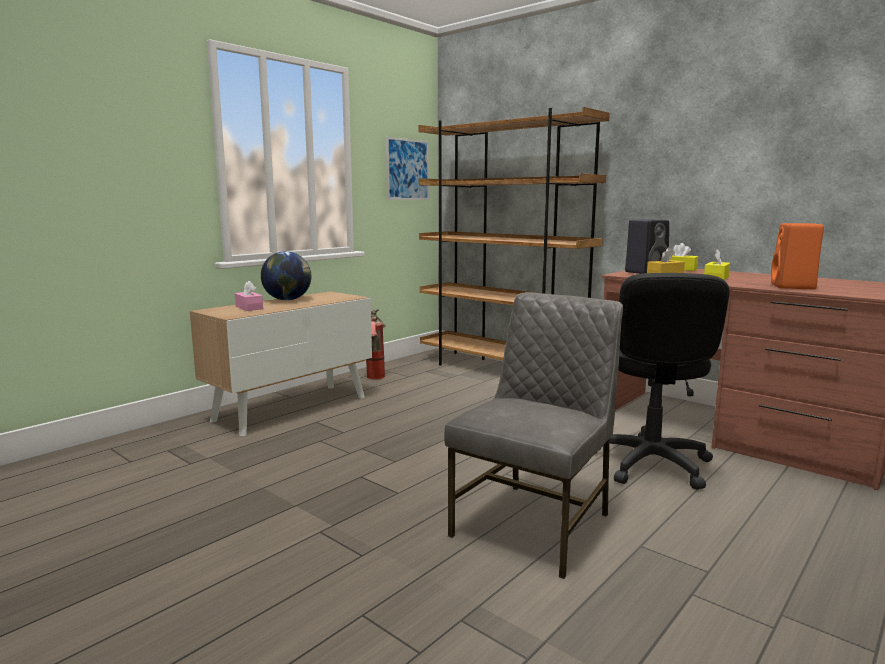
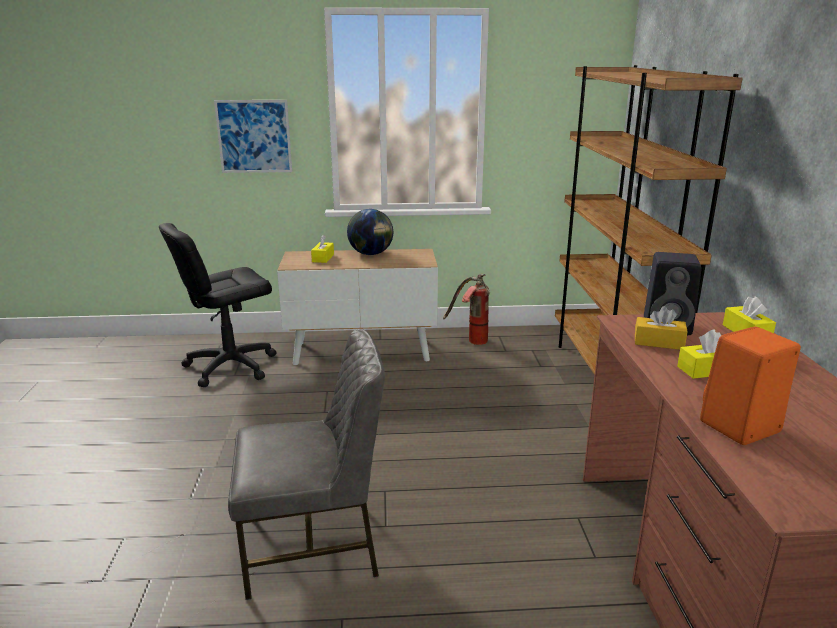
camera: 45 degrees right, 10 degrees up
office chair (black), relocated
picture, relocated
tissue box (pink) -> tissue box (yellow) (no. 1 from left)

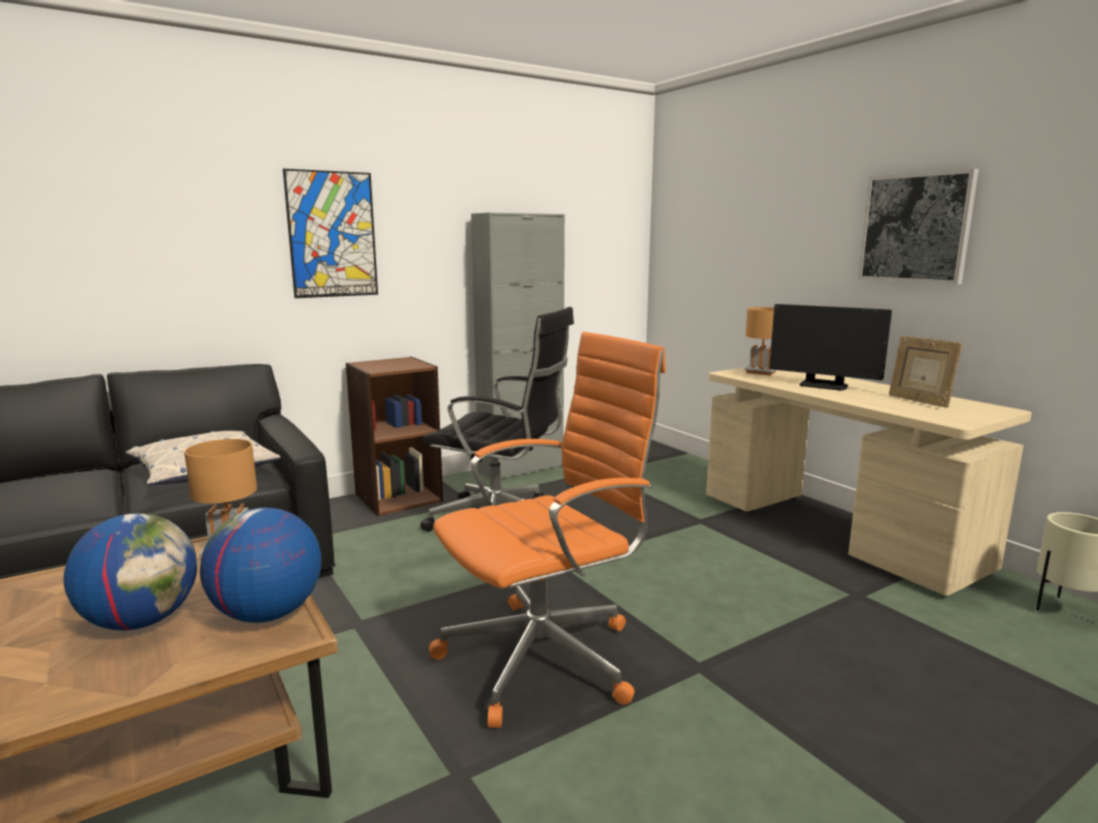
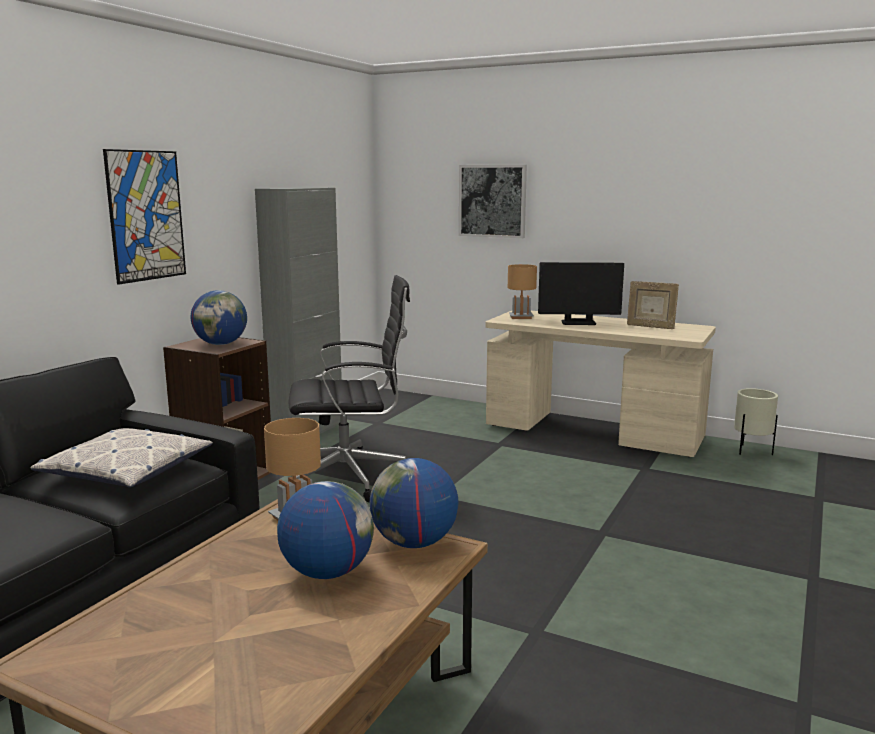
camera: 30 degrees left, 0 degrees up
none -> globe (no. 1 from left)
picture (no. 2 from left), relocated
office chair (orange) -> none

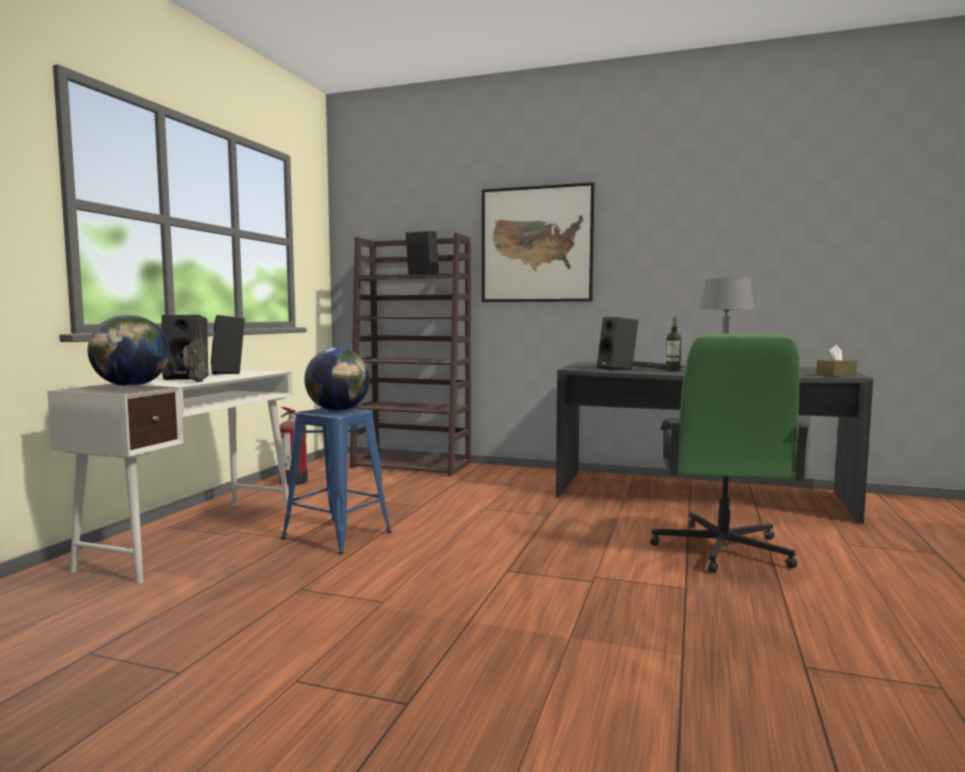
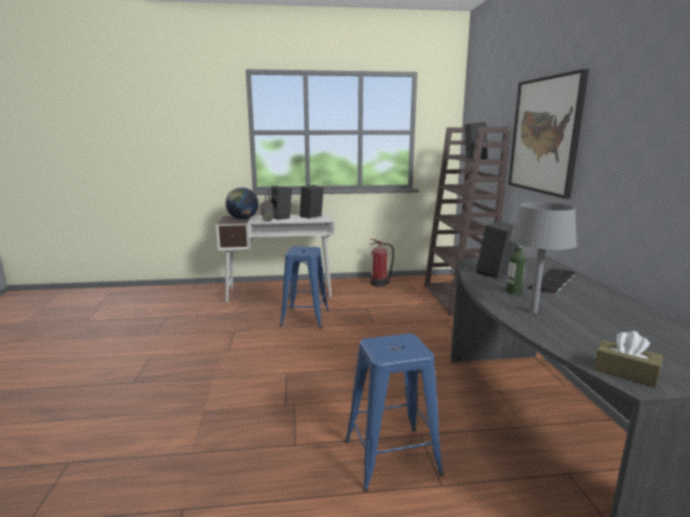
camera: 65 degrees right, 10 degrees up
office chair (green) -> stool (blue) (no. 2 from left)
globe (no. 2 from left) -> none

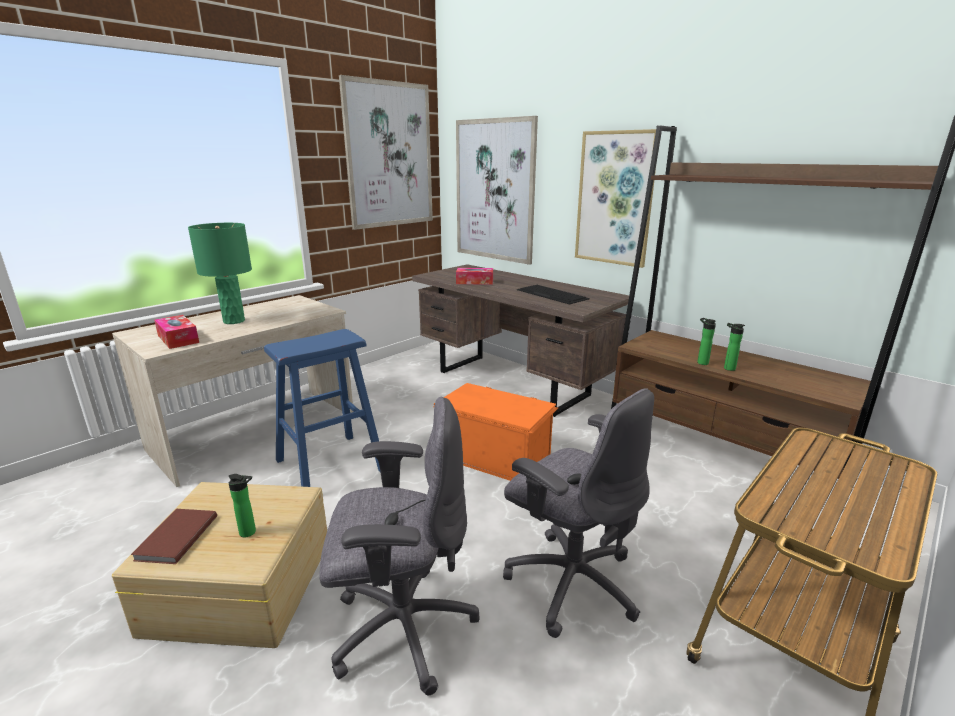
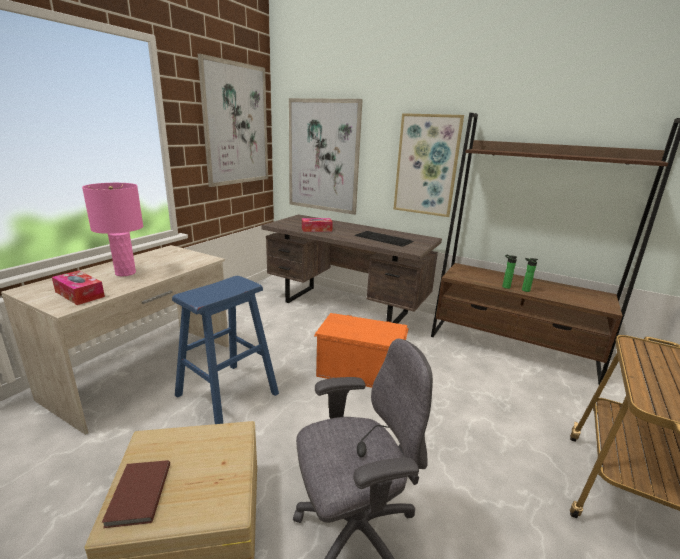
camera: 15 degrees left, 0 degrees up
table lamp (green) -> table lamp (pink)
bottle (no. 1 from left) -> none
office chair (grey) (no. 2 from left) -> none

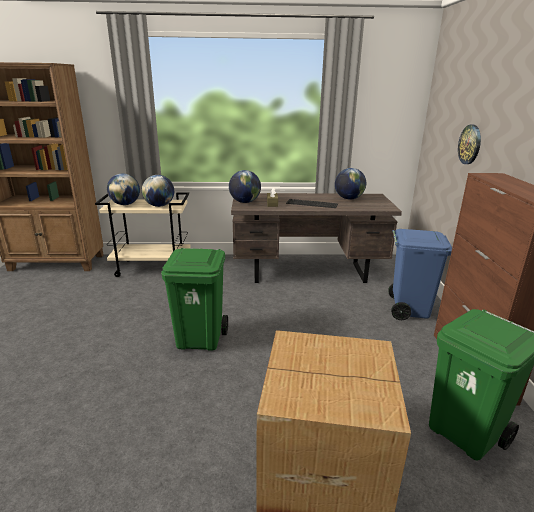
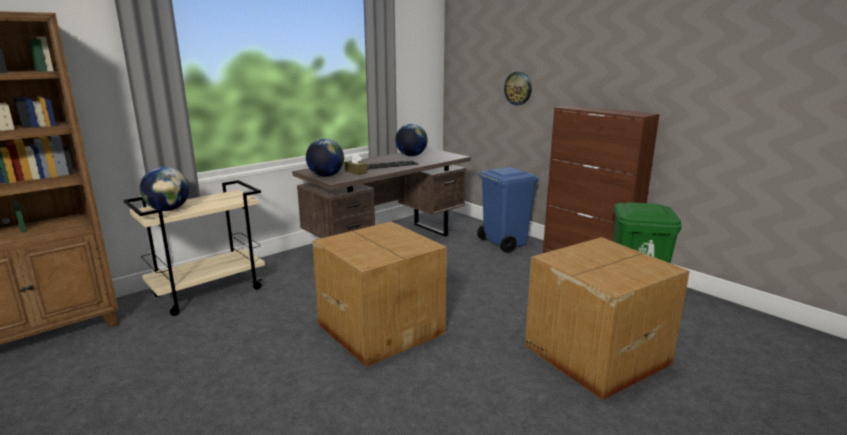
camera: 40 degrees left, 5 degrees down
trash can (green) (no. 1 from left) -> cardboard box (no. 1 from left)
globe (no. 2 from left) -> none

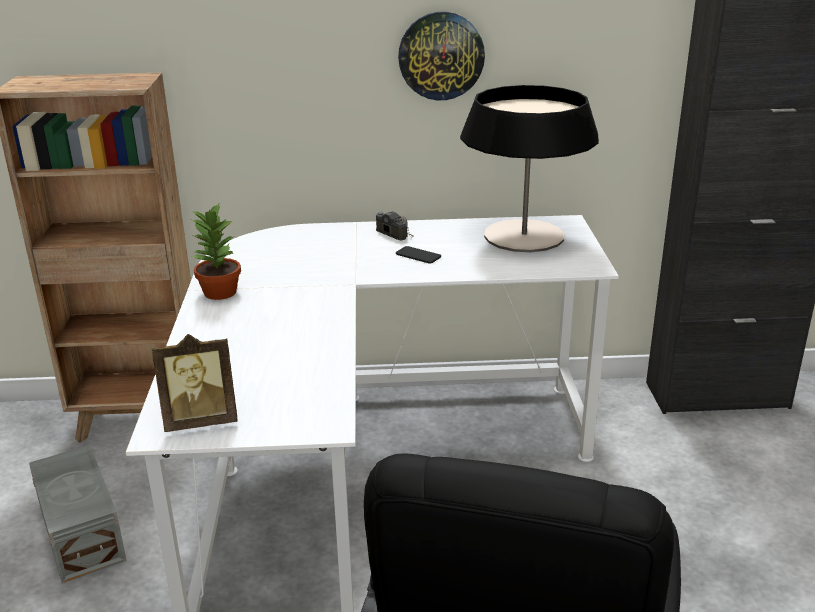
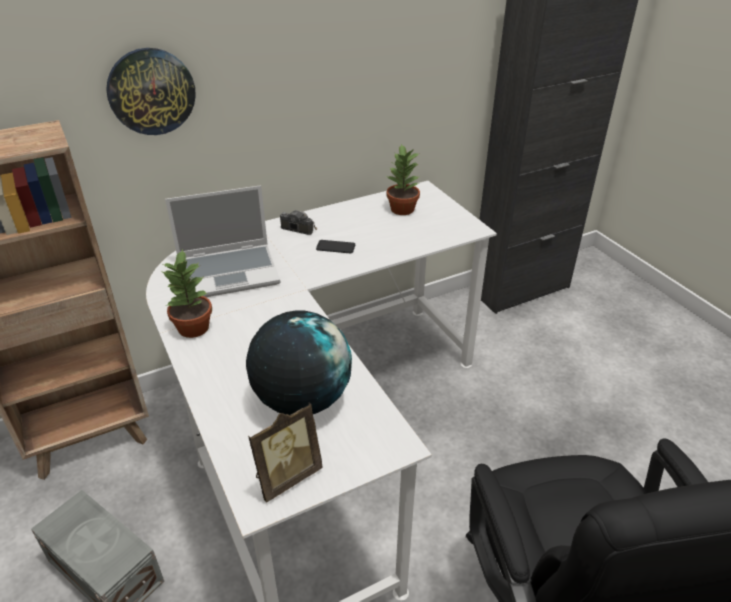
camera: 25 degrees left, 10 degrees up
wall clock, relocated
none -> laptop
none -> globe
table lamp -> potted plant (no. 2 from left)

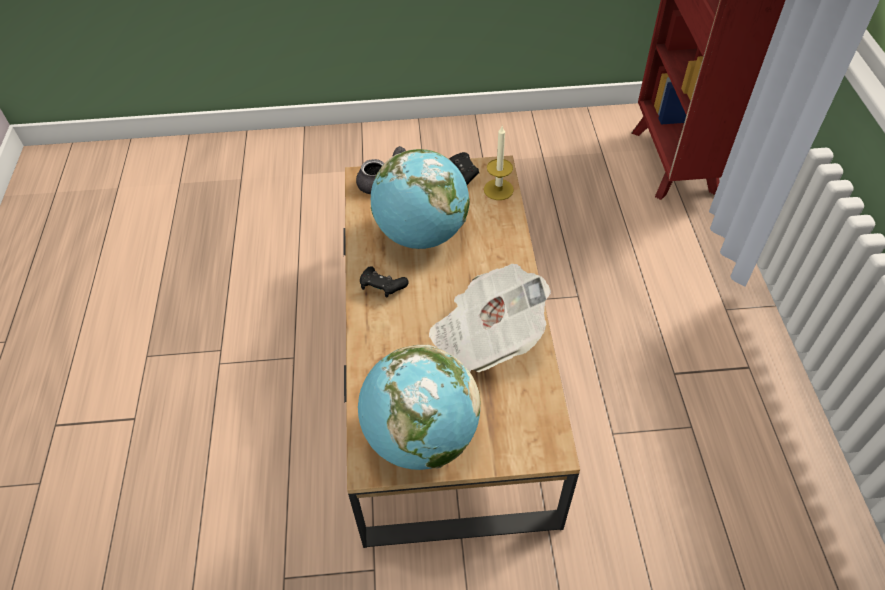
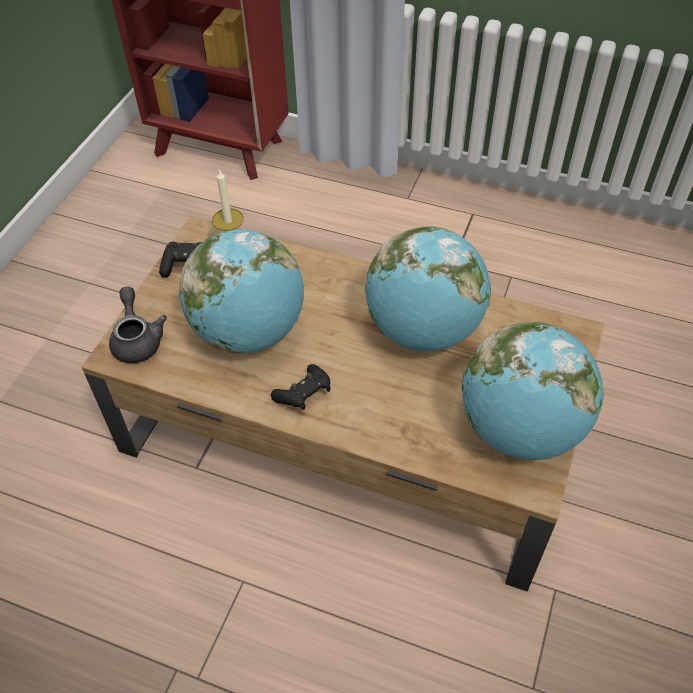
camera: 65 degrees left, 0 degrees up
newspaper -> globe (no. 2 from left)

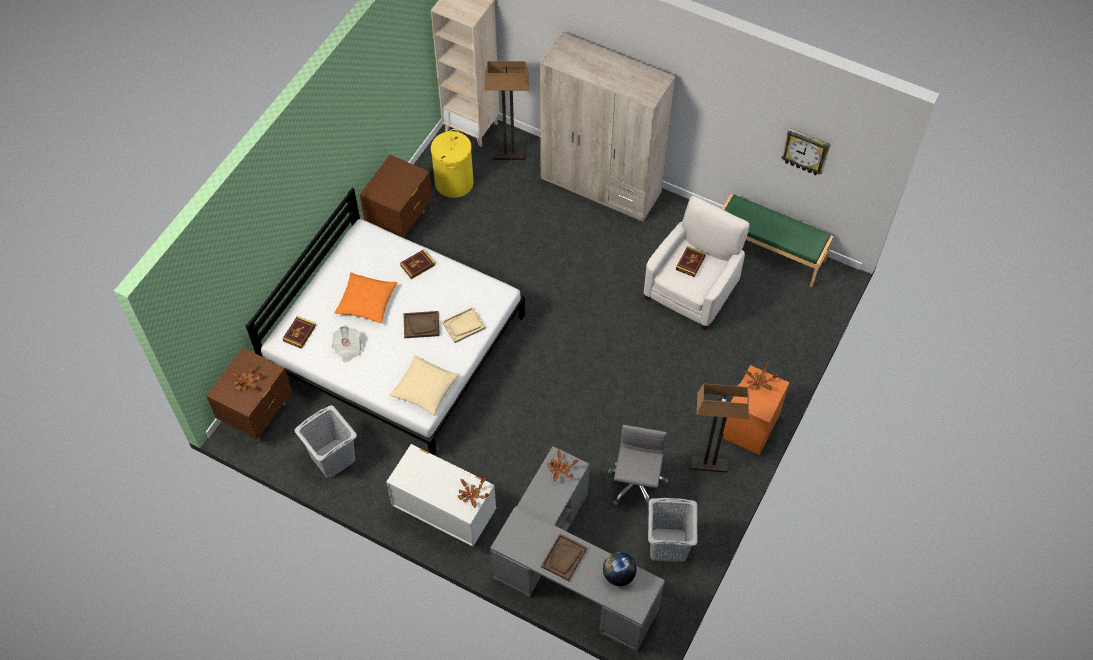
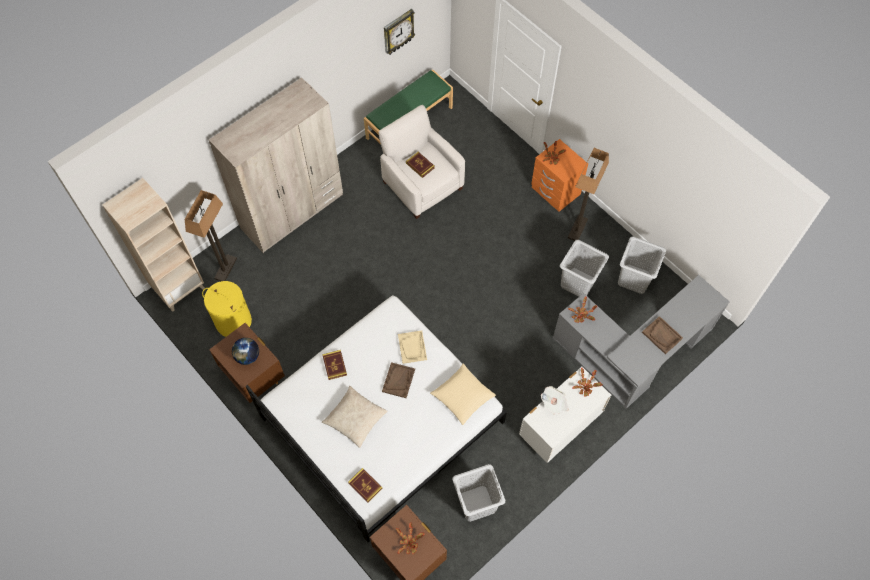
camera: 70 degrees left, 5 degrees up
globe, relocated
pillow (orange) -> pillow (beige) (no. 1 from left)
newspaper, relocated
office chair (grey) -> laundry basket (grey) (no. 2 from left)

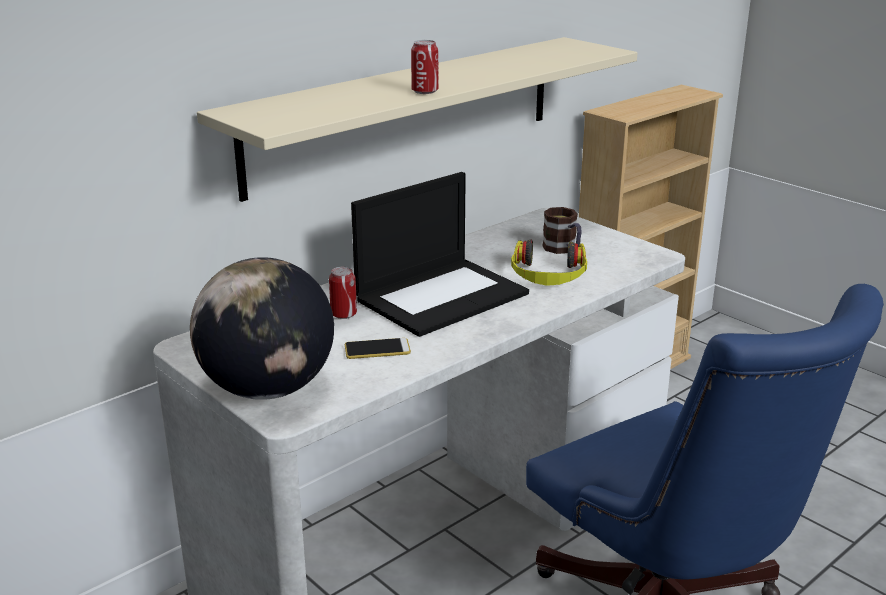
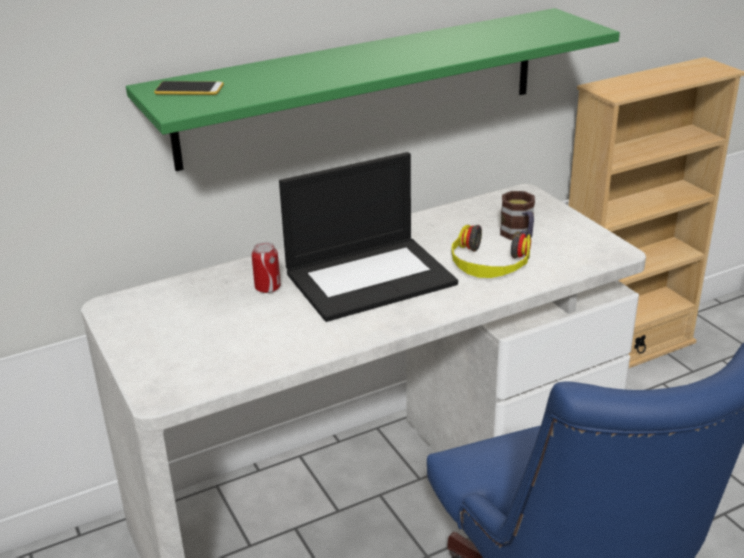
camera: 15 degrees right, 5 degrees up
shelf (beige) -> shelf (green)
phone, relocated
globe -> none
can (no. 2 from left) -> none

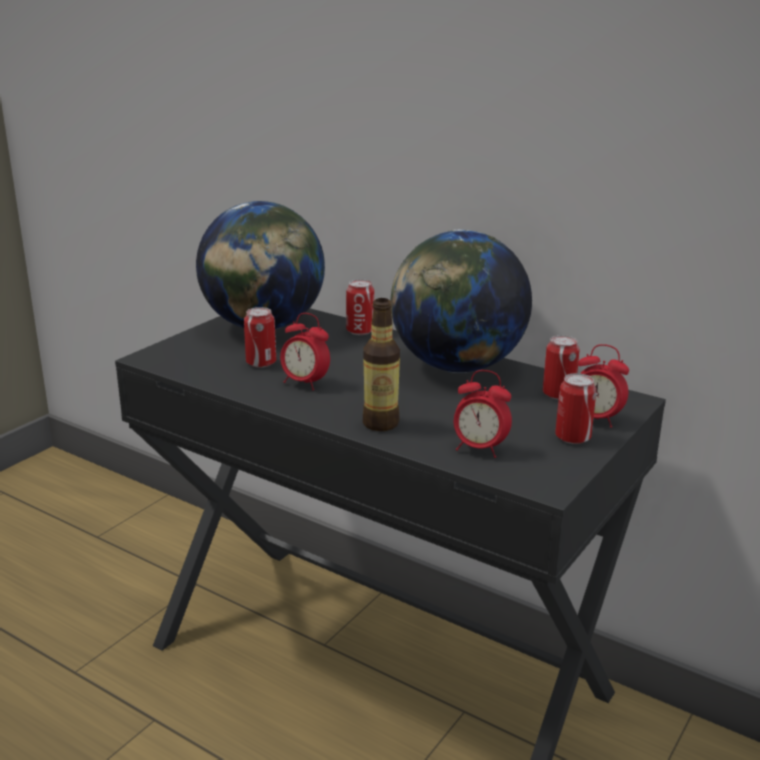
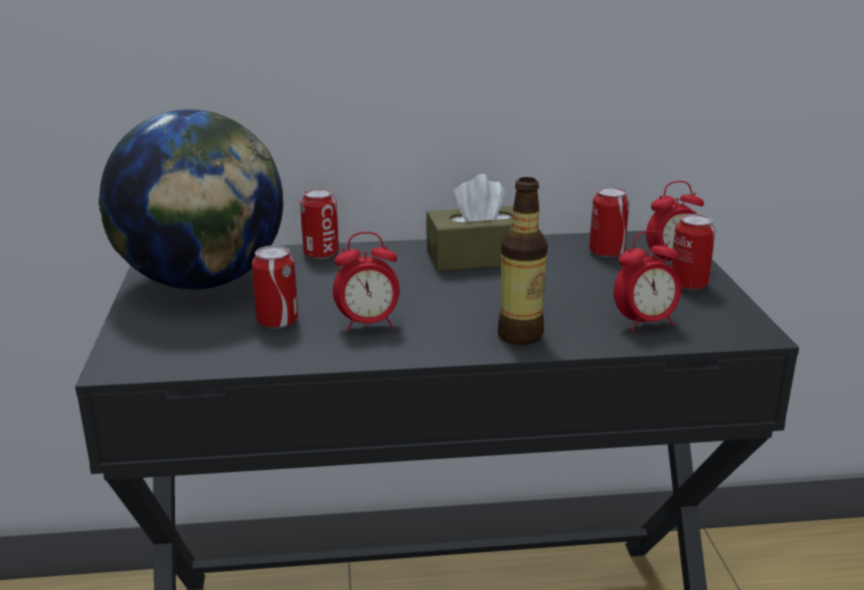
camera: 40 degrees left, 0 degrees up
globe (no. 2 from left) -> tissue box (brown)

